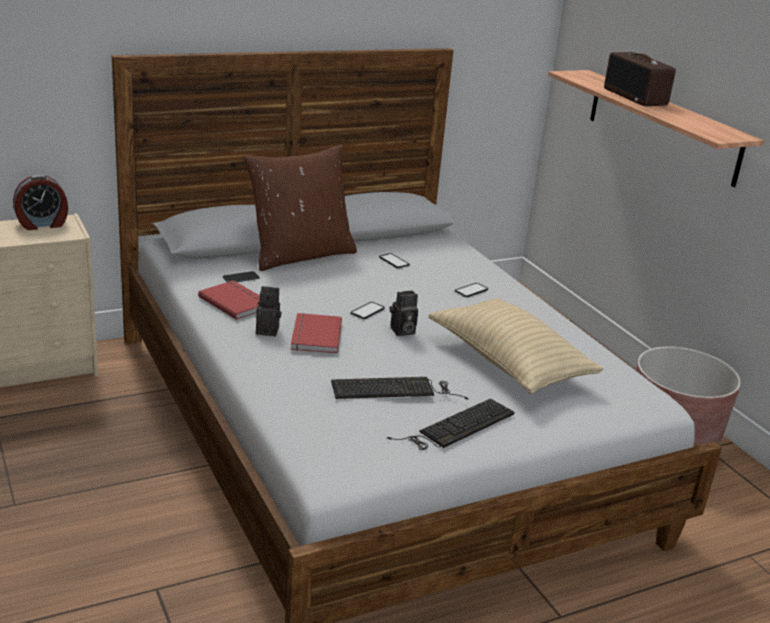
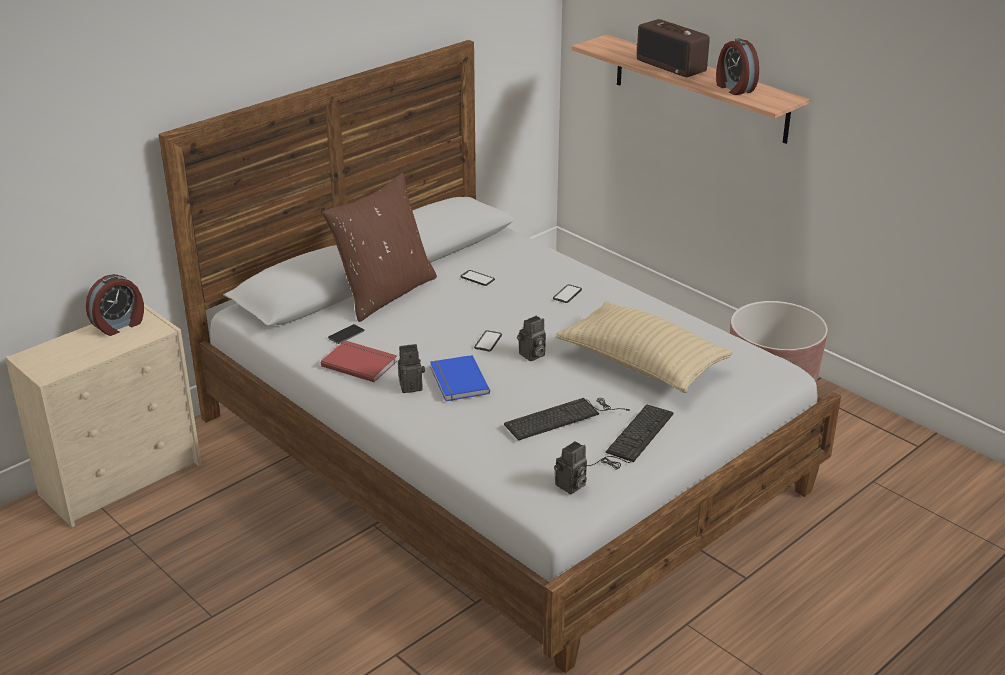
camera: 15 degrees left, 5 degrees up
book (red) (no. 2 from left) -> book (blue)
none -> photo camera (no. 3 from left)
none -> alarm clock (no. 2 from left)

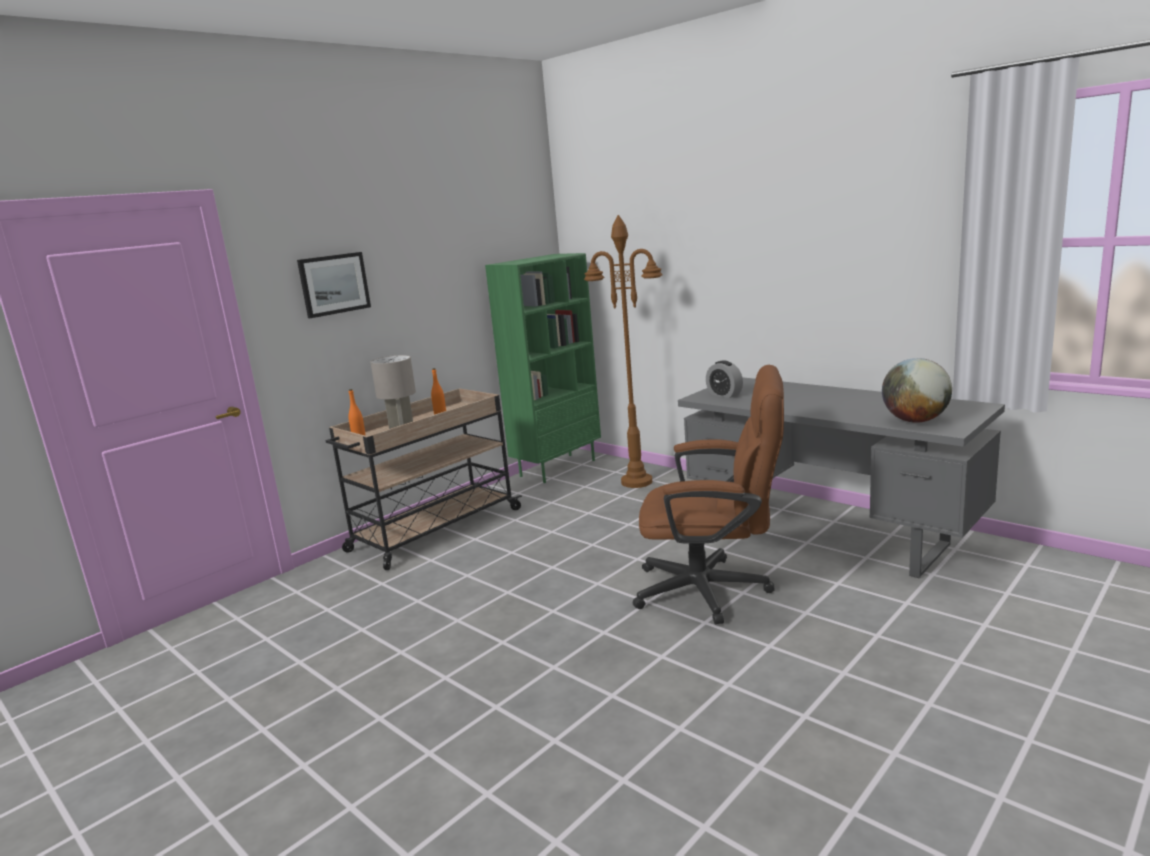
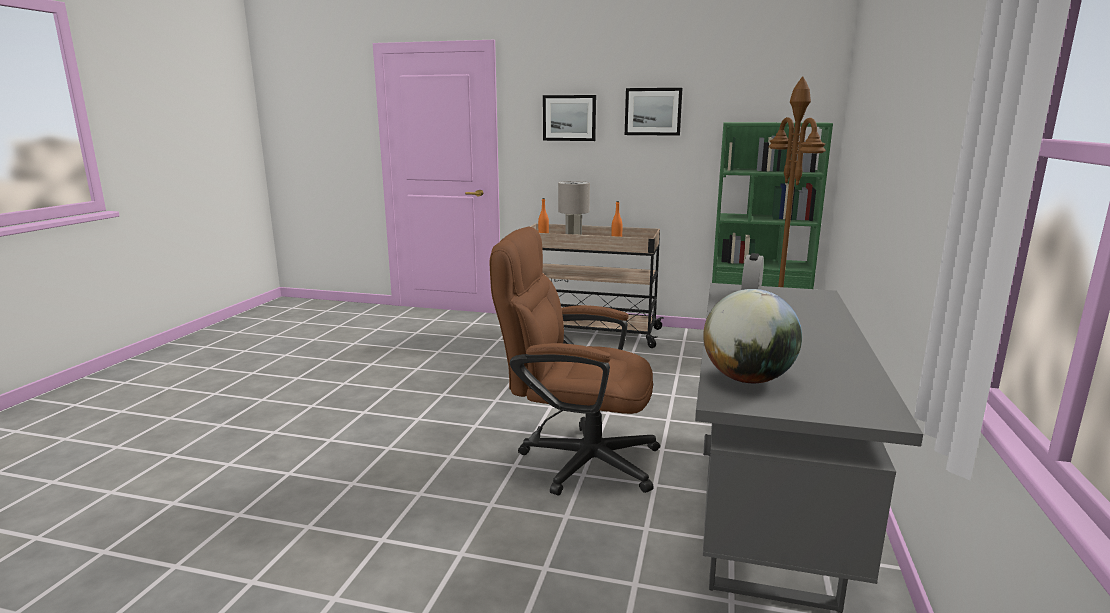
camera: 60 degrees right, 0 degrees up
office chair (brown), 120 degrees clockwise
none -> picture (no. 2 from left)

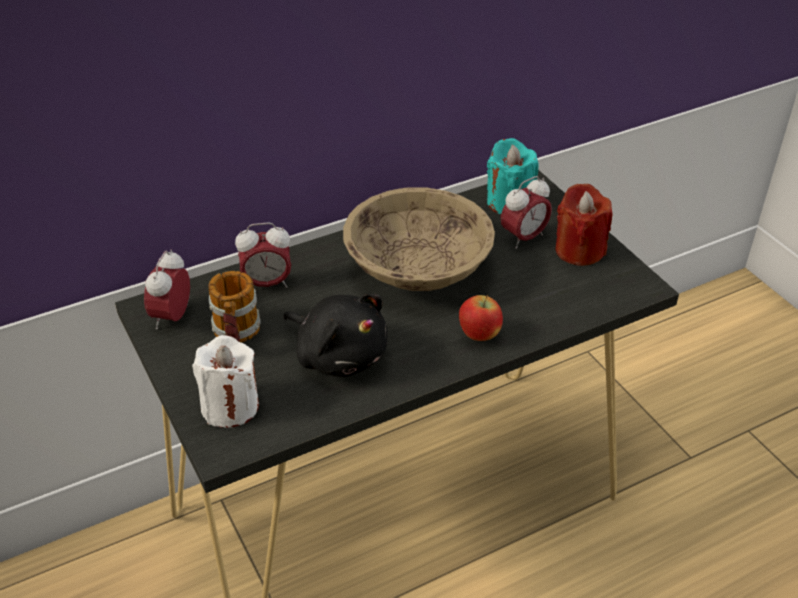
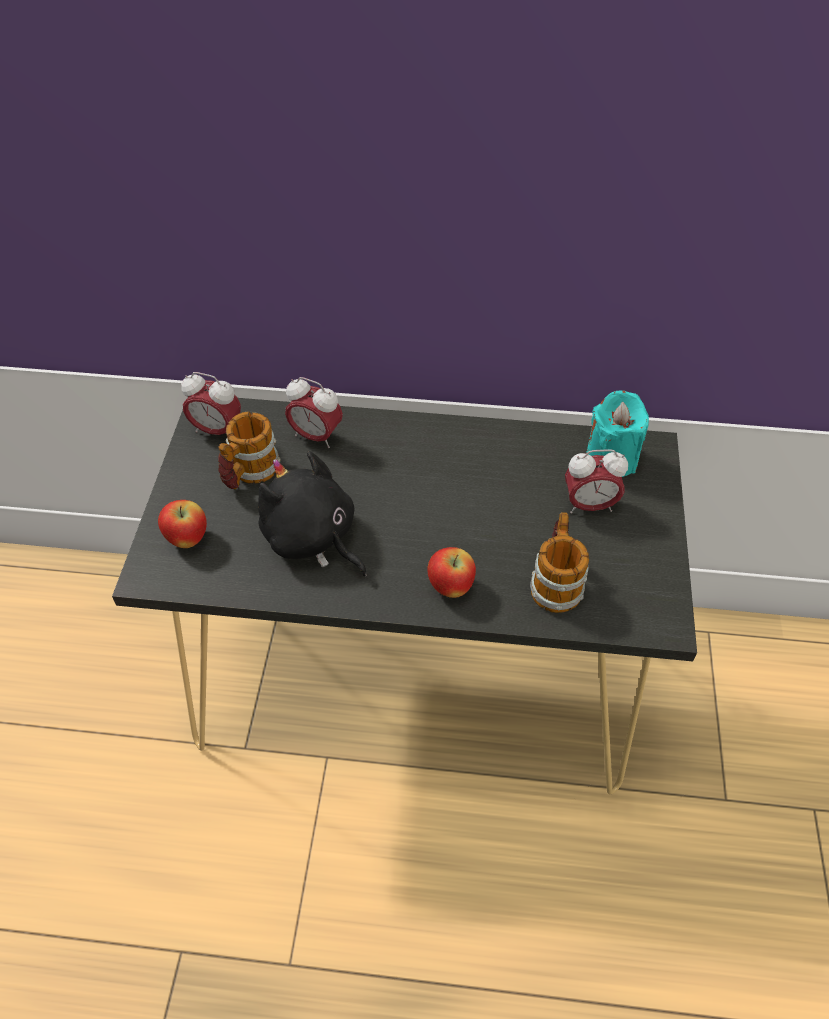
camera: 35 degrees right, 10 degrees up
candle (white) -> apple (no. 1 from left)
alarm clock (no. 1 from left), 120 degrees counterclockwise
plush toy (black), 150 degrees clockwise
none -> mug (no. 2 from left)
bowl (beige) -> none
candle (red) -> none

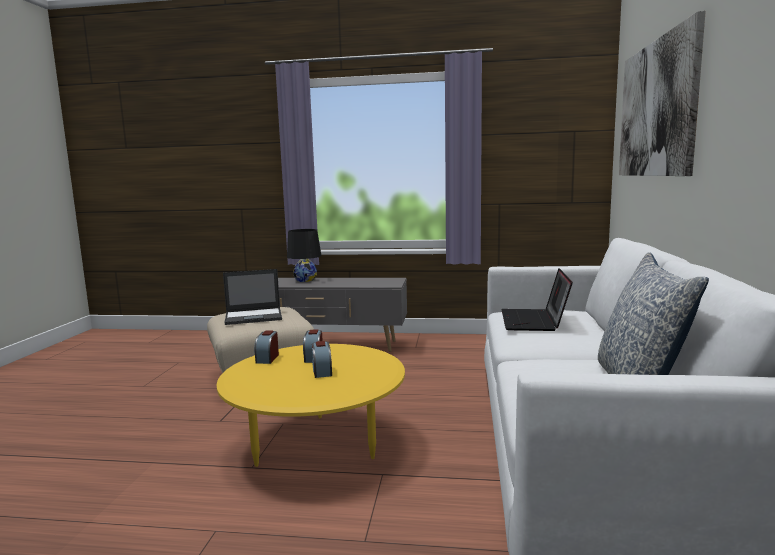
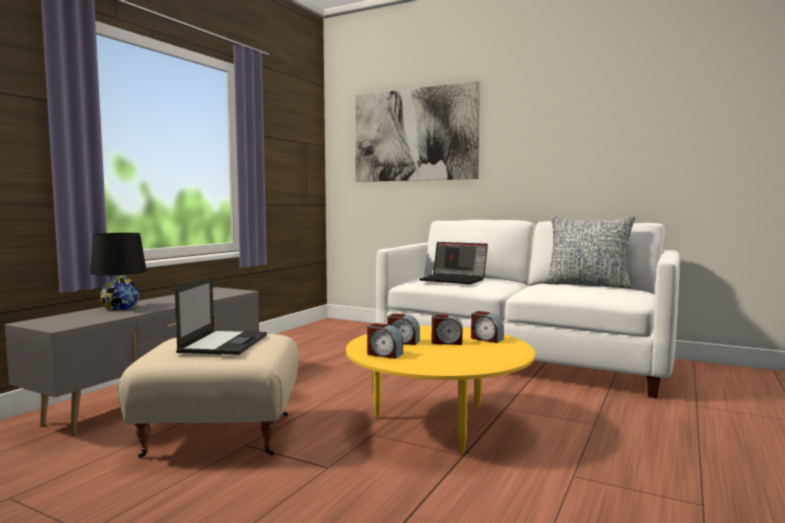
camera: 70 degrees left, 5 degrees down
none -> alarm clock (no. 4 from left)

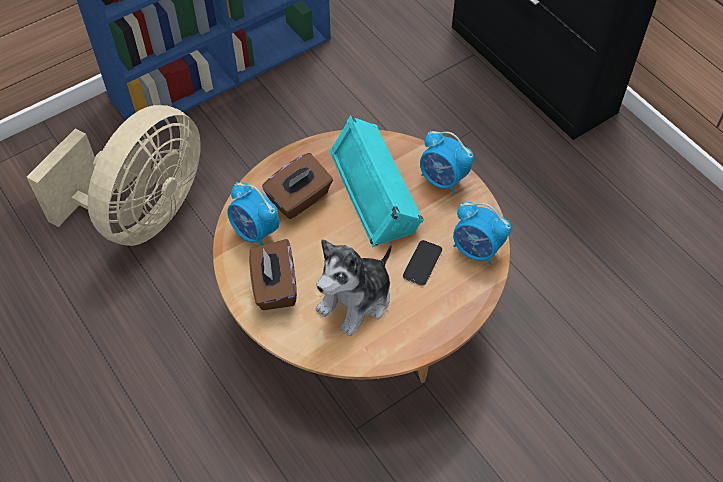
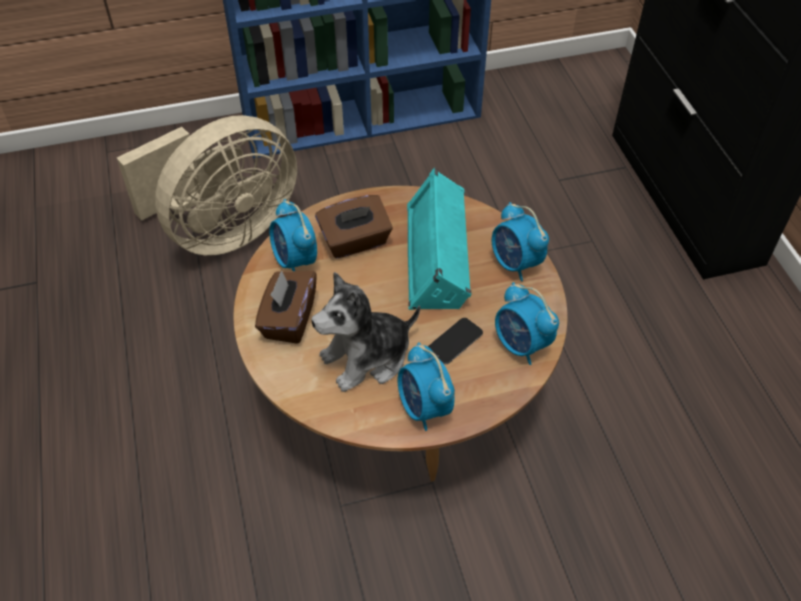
camera: 20 degrees right, 5 degrees down
none -> alarm clock (no. 2 from left)

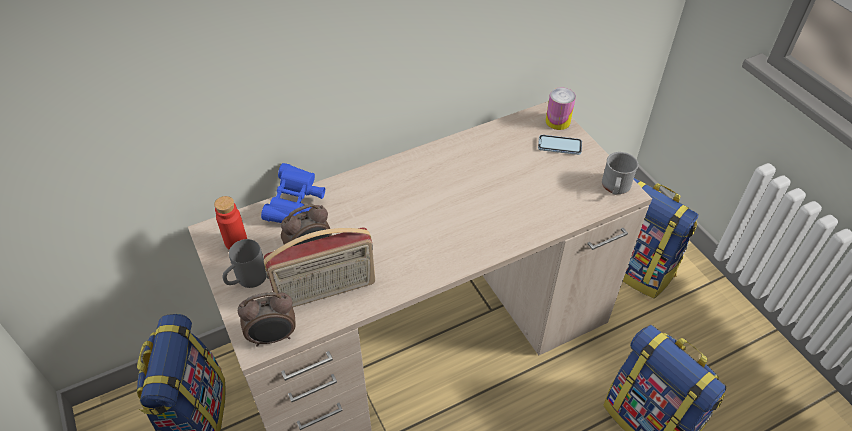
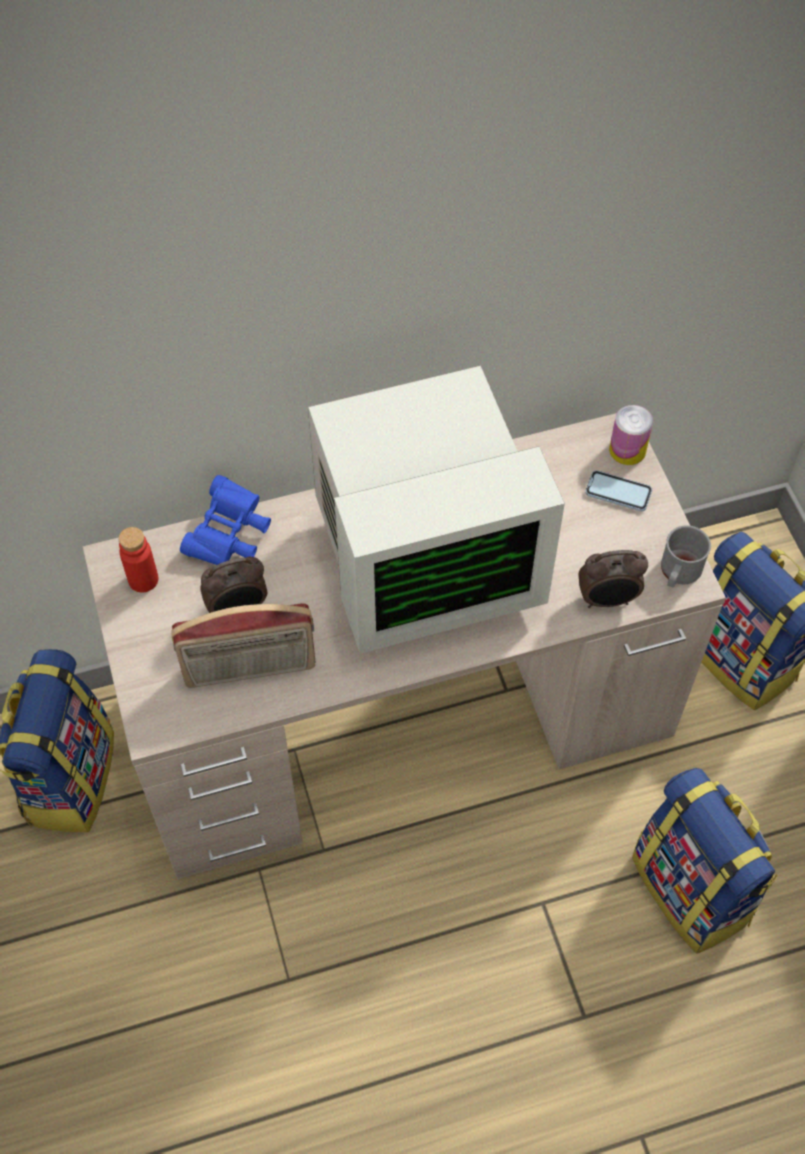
camera: 10 degrees right, 10 degrees up
none -> monitor
alarm clock (no. 1 from left in the first image) -> alarm clock (no. 2 from left), relocated
mug (grey) (no. 1 from left) -> none

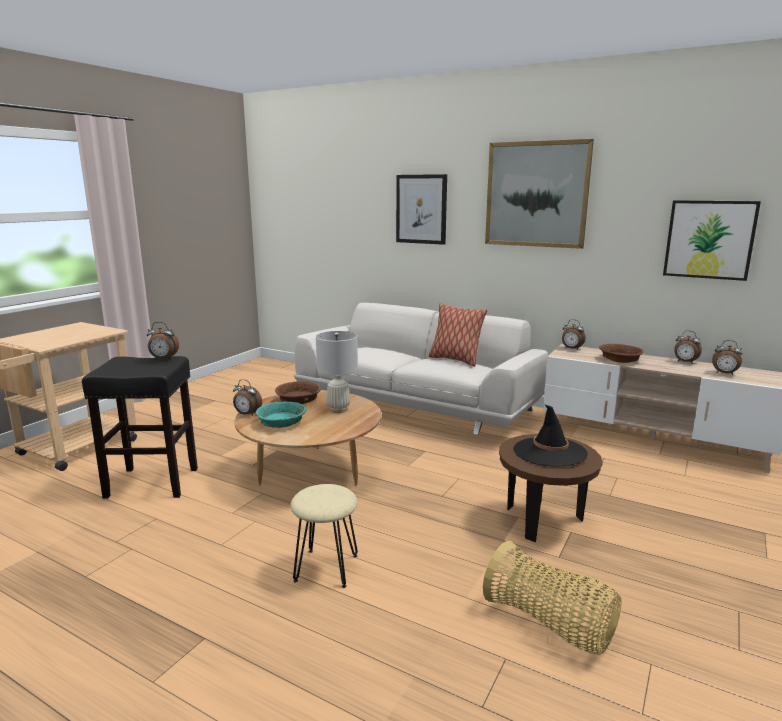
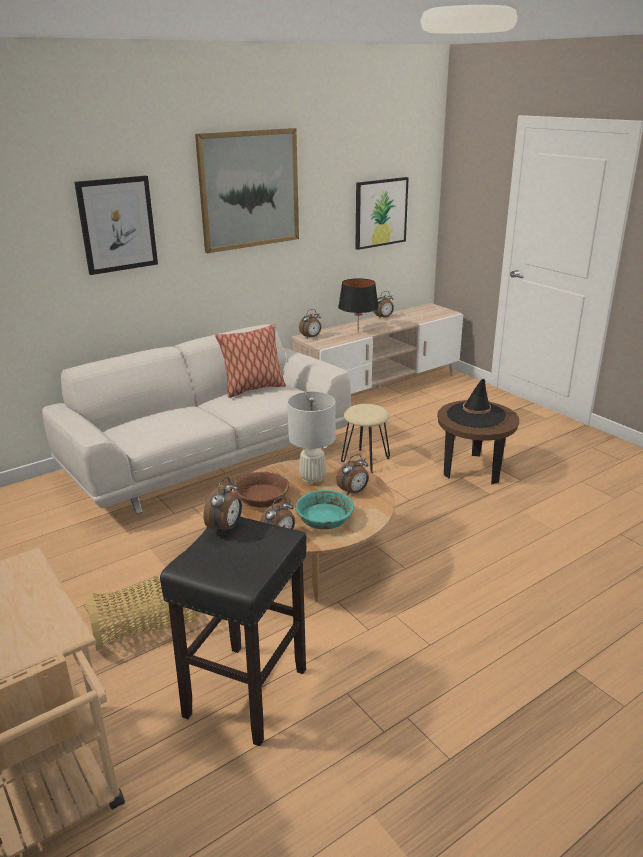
camera: 65 degrees left, 10 degrees up
basket, relocated
alarm clock (no. 5 from left in the first image) -> alarm clock (no. 4 from left), relocated
bowl (brown) (no. 2 from left) -> table lamp (black)
stool (beige), relocated

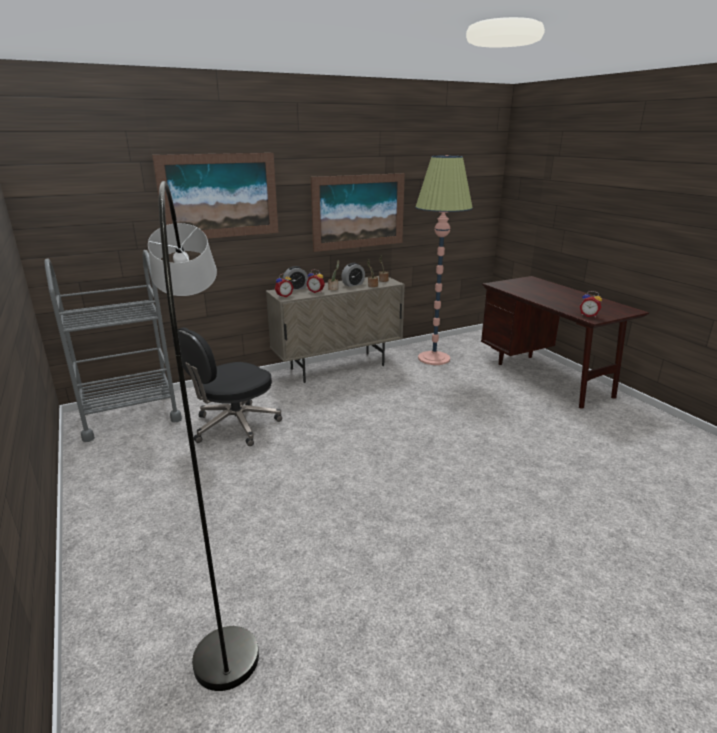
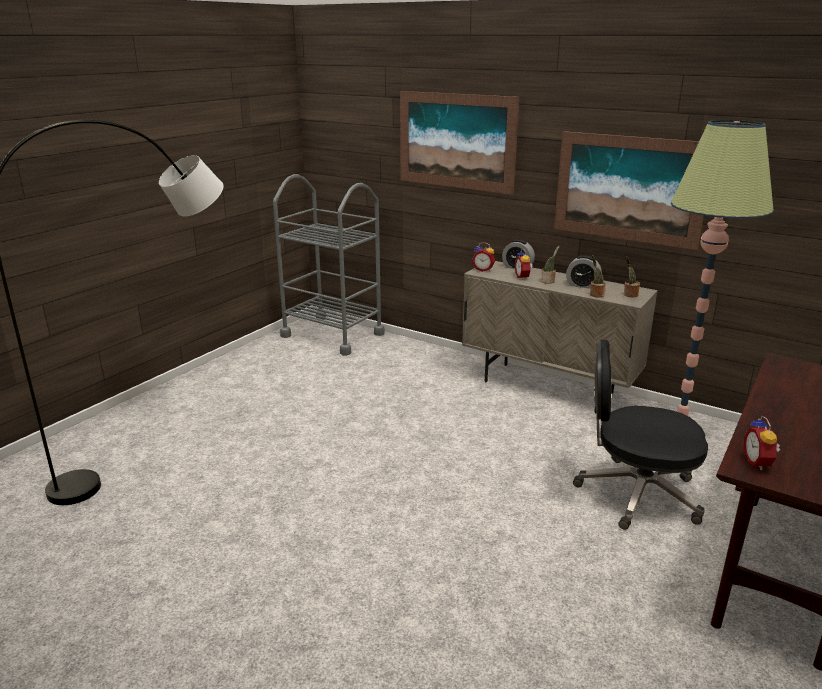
camera: 60 degrees right, 0 degrees up
office chair (black), relocated

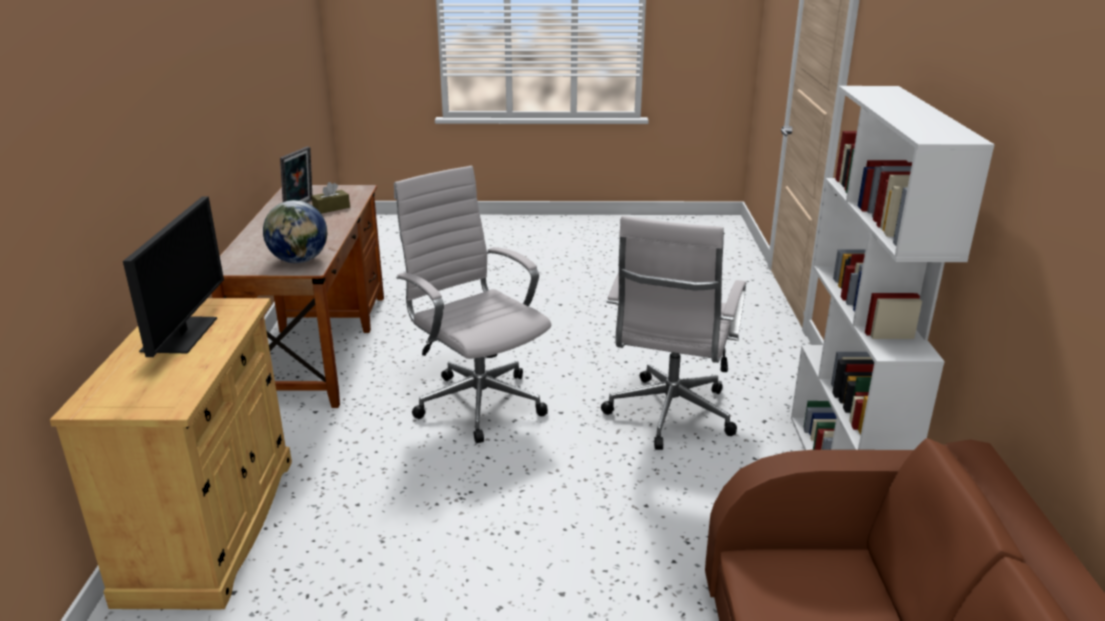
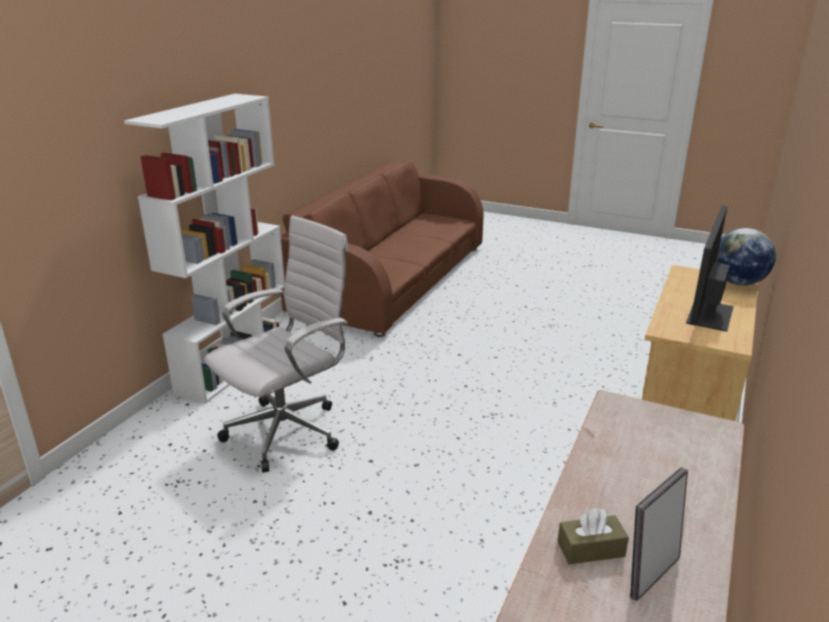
camera: 155 degrees left, 0 degrees up
globe, relocated
office chair (white) (no. 1 from left) -> none

